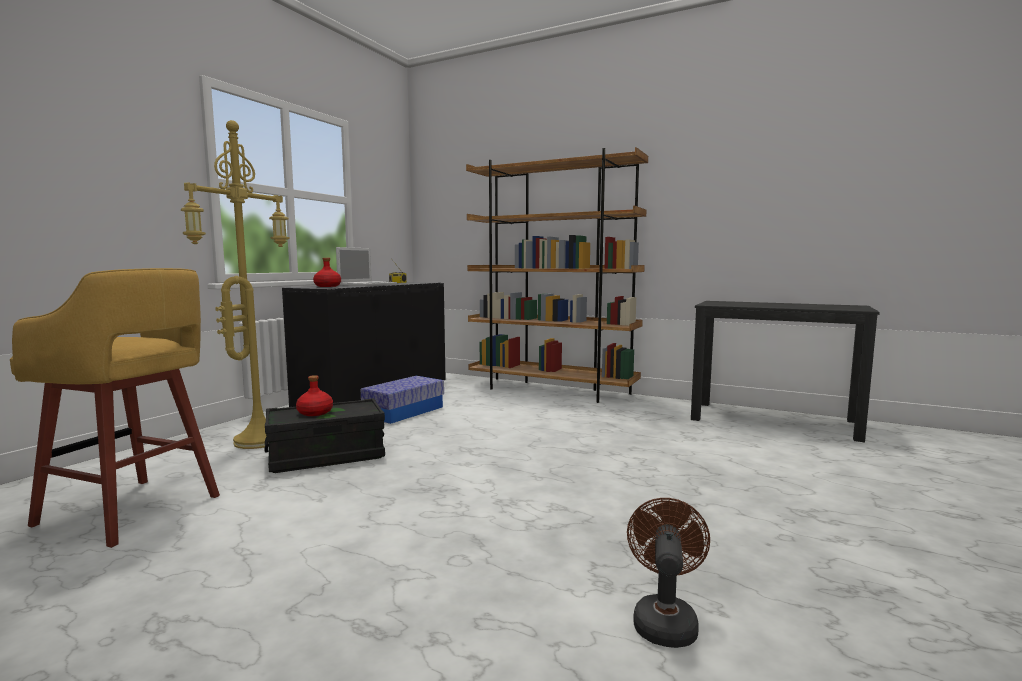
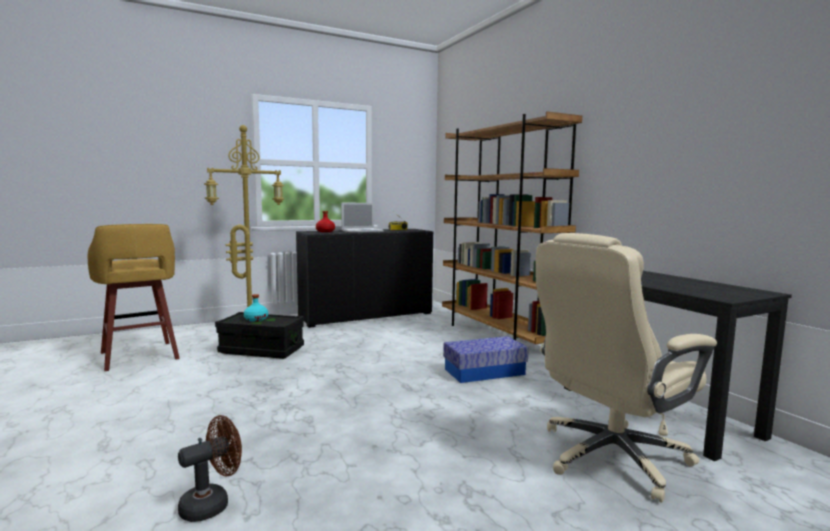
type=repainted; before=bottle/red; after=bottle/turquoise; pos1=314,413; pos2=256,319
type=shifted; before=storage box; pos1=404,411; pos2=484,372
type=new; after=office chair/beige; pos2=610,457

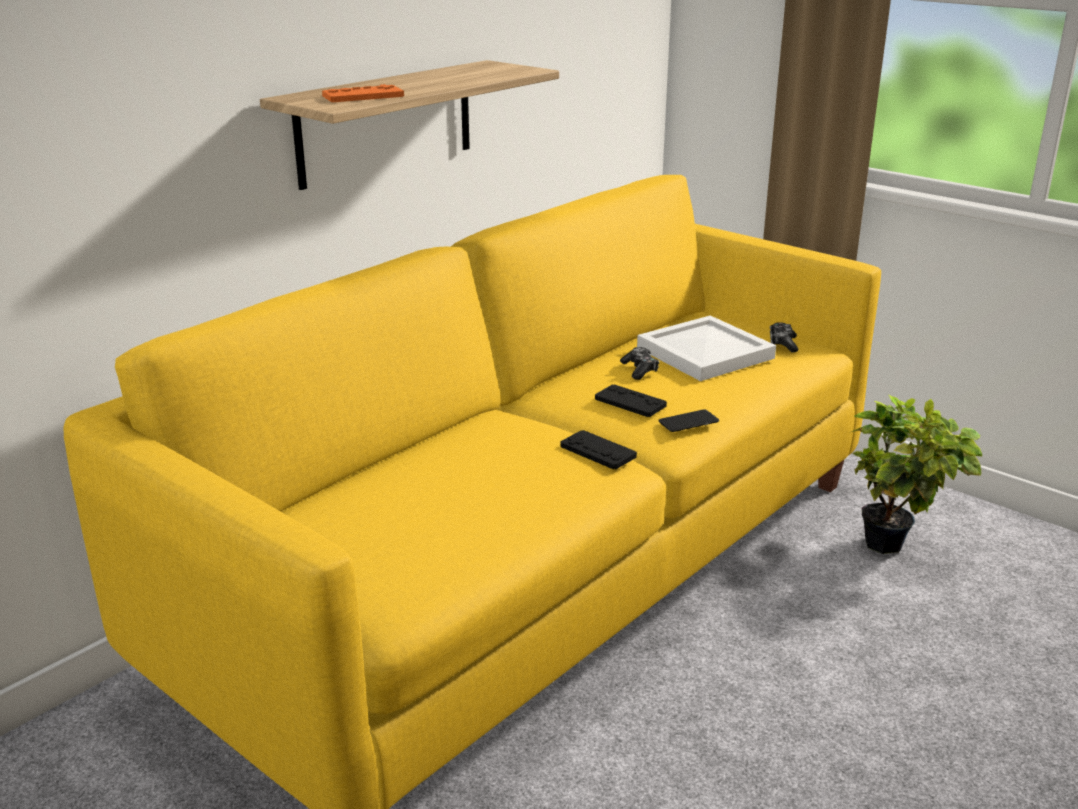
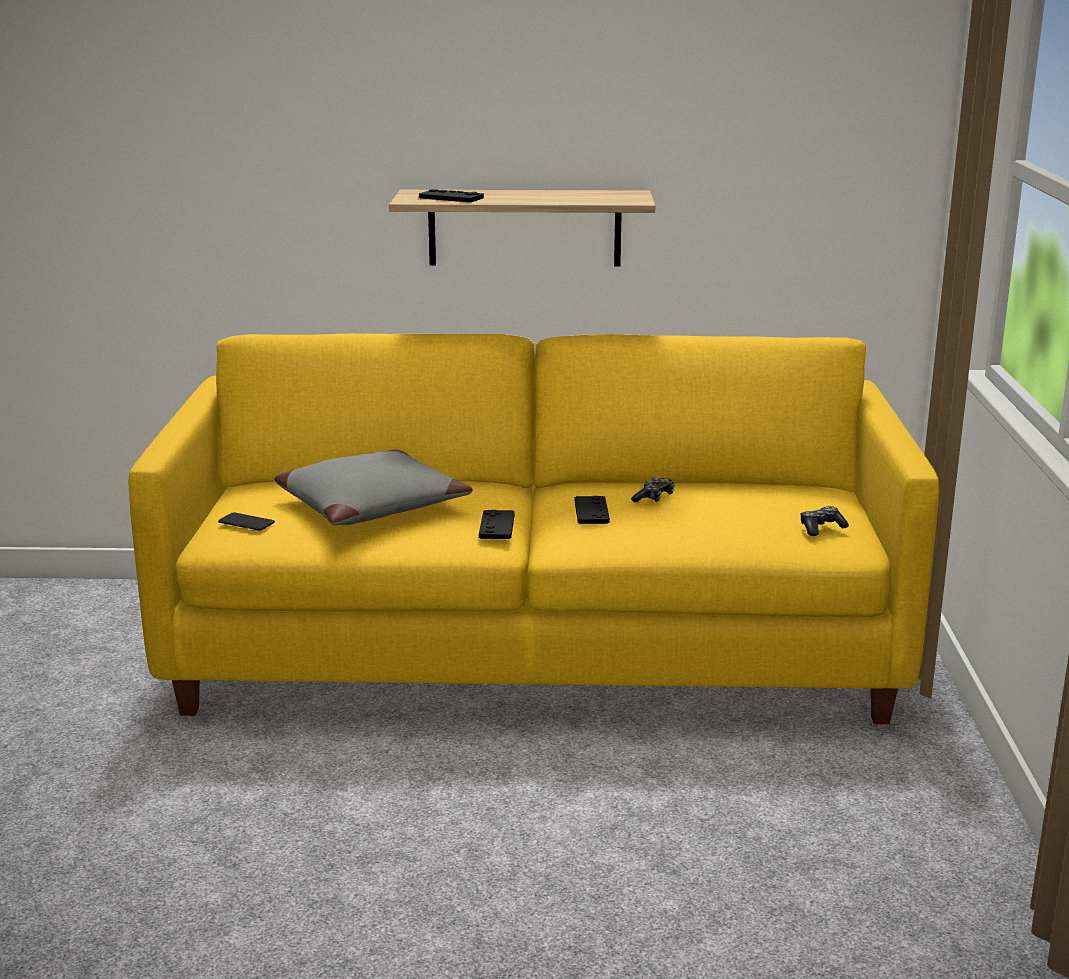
type=shifted; before=phone; pos1=688,422; pos2=246,523
type=new; after=pillow/grey; pos2=371,506
type=repainted; before=game controller/orange; after=game controller/black; pos1=363,96; pos2=451,198
type=gone; before=tray/white; pos1=705,354
type=gone; before=potted plant; pos1=895,547

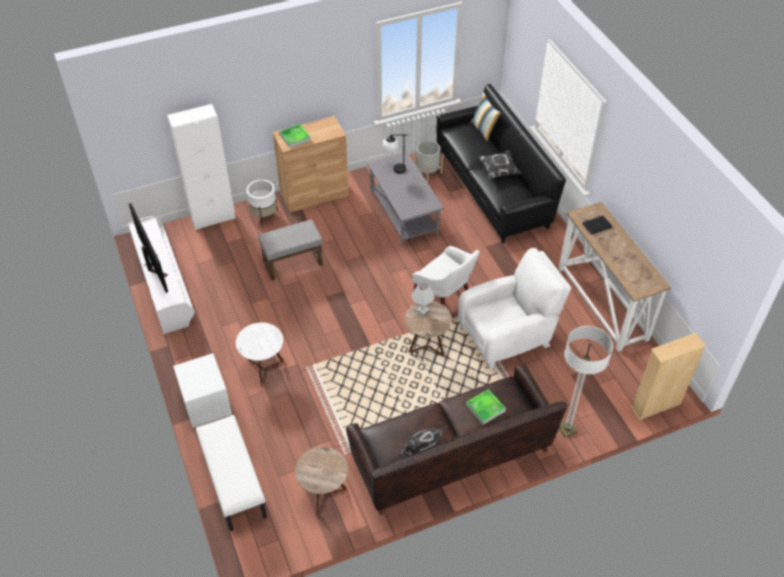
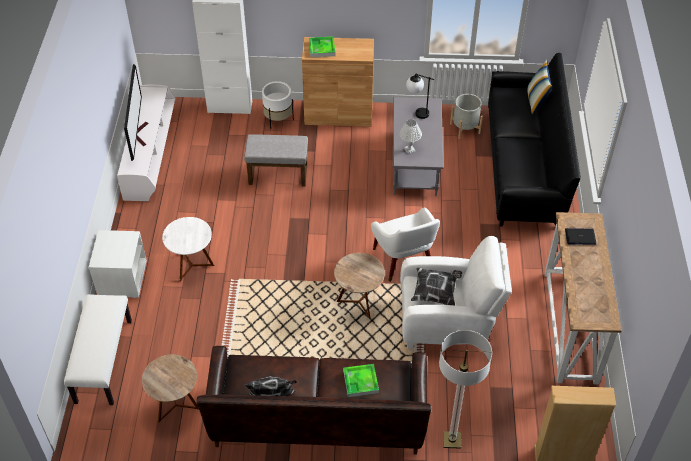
type=shifted; before=table lamp/white; pos1=422,310; pos2=409,149
type=shifted; before=pillow; pos1=499,170; pos2=436,292

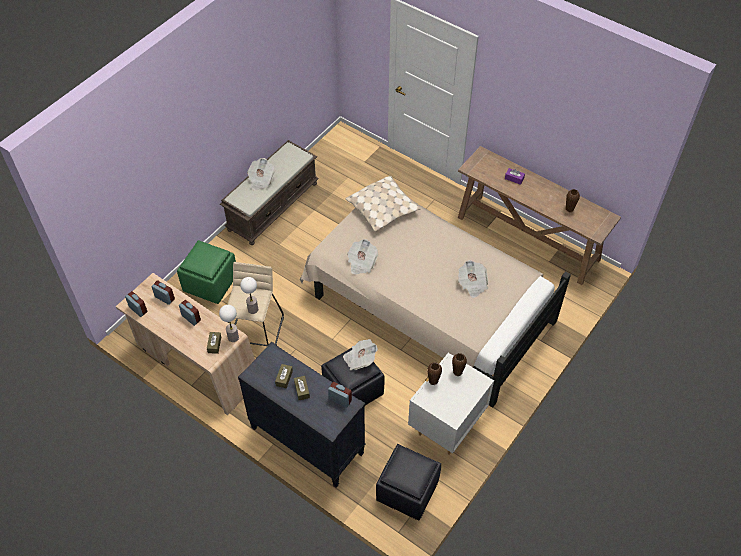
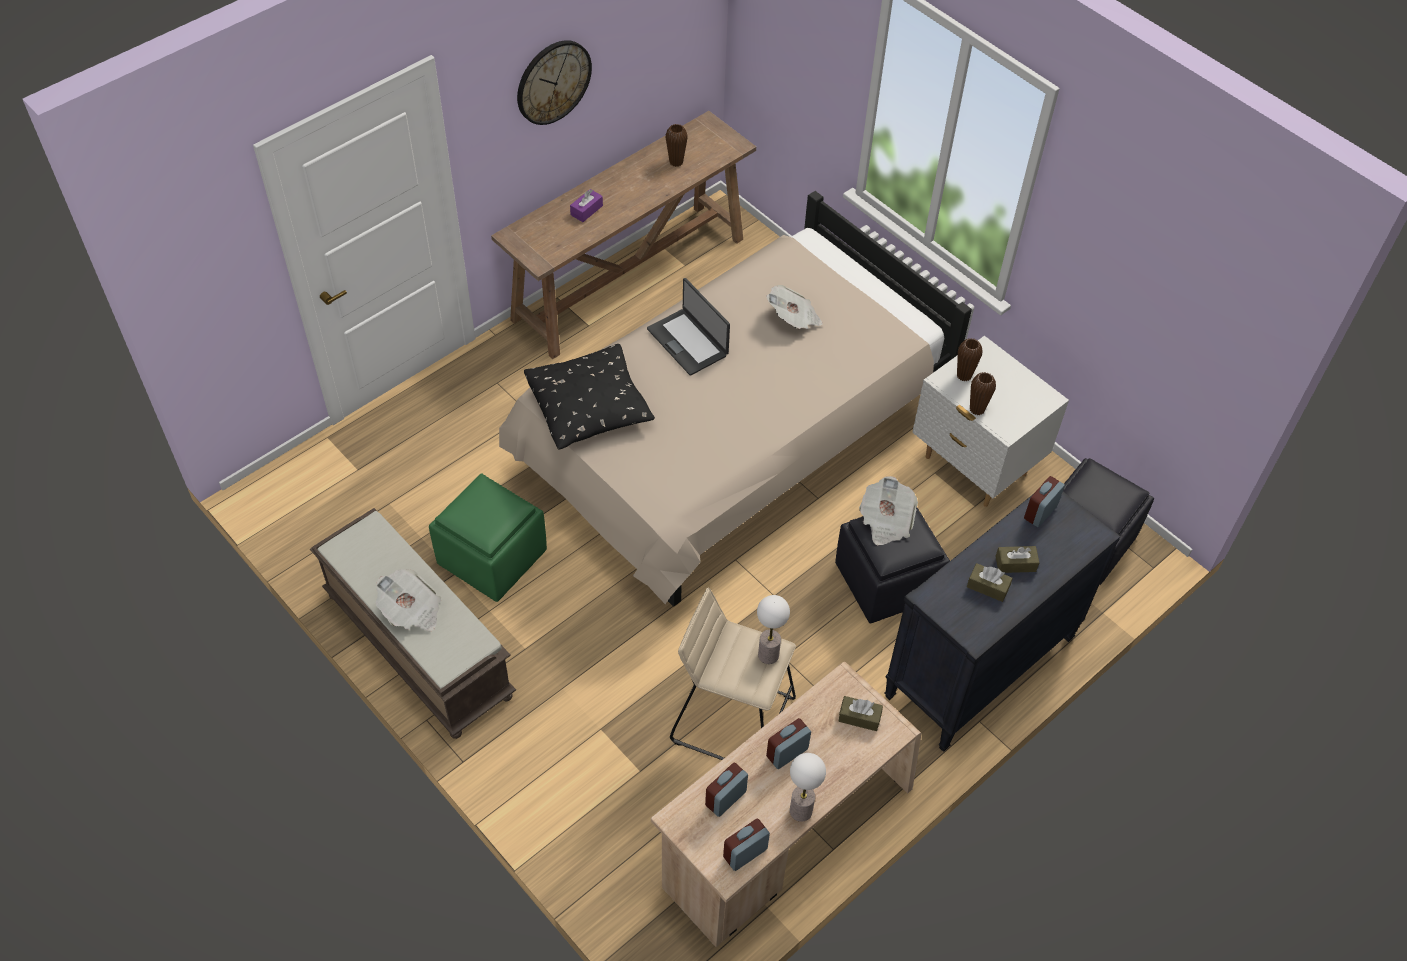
type=shifted; before=ottoman/green; pos1=210,283; pos2=491,558
type=new; after=wall clock; pos2=553,82
type=repainted; before=pillow/beige; after=pillow/black; pos1=383,209; pos2=590,405
type=new; after=laptop; pos2=688,342
type=shifted; before=table lamp; pos1=233,337; pos2=801,811
type=gone; before=newspaper; pos1=361,263

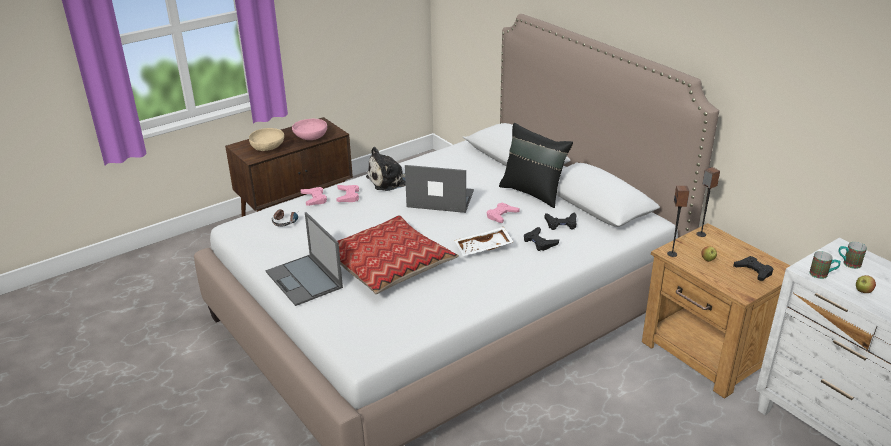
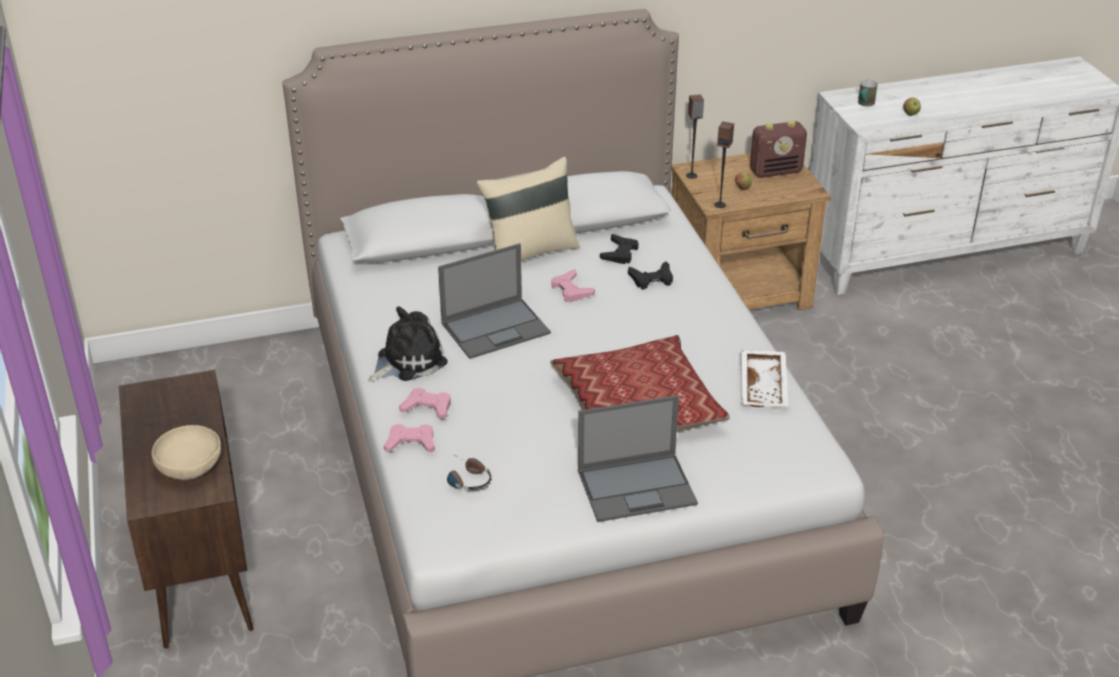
type=rotated; before=plush toy; pos1=389,181; pos2=407,361; turn=-120
type=rotated; before=laptop; pos1=439,199; pos2=496,328; turn=-150
type=repainted; before=pillow/black; after=pillow/beige; pos1=533,192; pos2=530,252
type=shifted; before=tray/white; pos1=484,248; pos2=764,387
type=swapped; before=game controller/black; after=radio; pos1=753,271; pos2=776,171
type=gone; before=bowl/pink; pos1=310,138
type=gone; before=mug; pos1=822,275

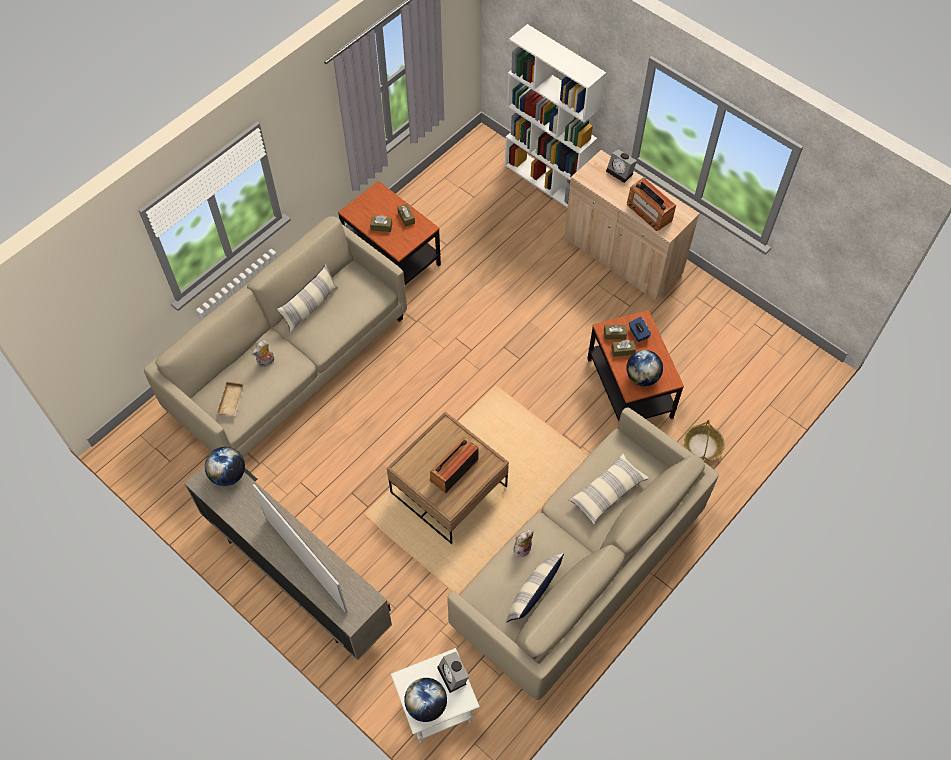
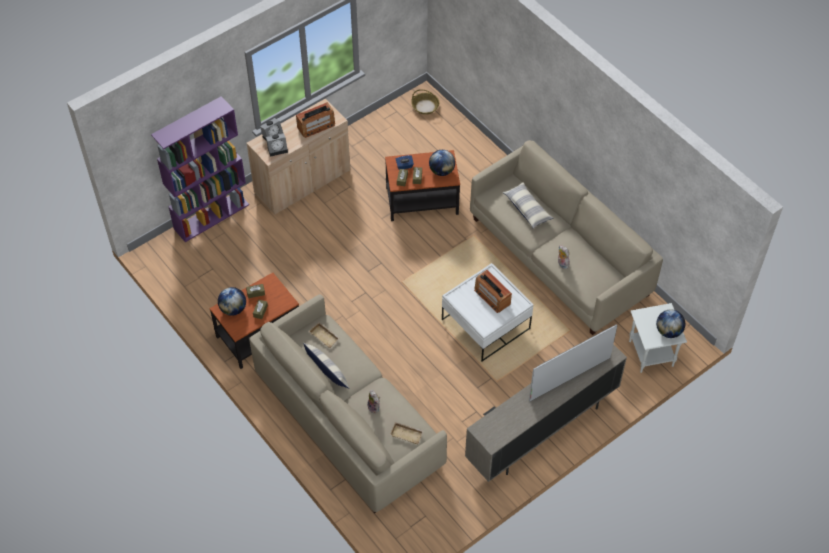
type=repainted; before=bookcase/white; after=bookcase/purple; pos1=547,181; pos2=211,216
type=shifted; before=globe; pos1=228,474; pos2=233,309
type=shifted; before=alarm clock; pos1=453,676; pos2=278,149
type=new; after=tray/beige; pos2=325,336
type=shifted; before=basket; pos1=703,446; pos2=425,106
type=repainted; before=coffee table/brown; after=coffee table/white; pos1=449,490; pos2=486,324
type=gone; before=pillow; pos1=533,593

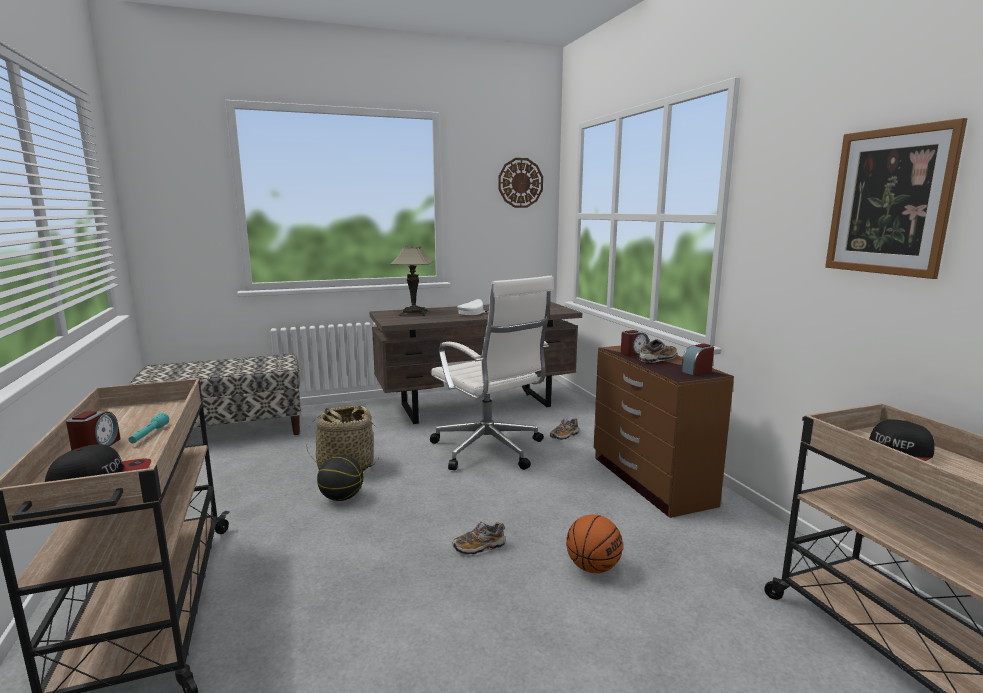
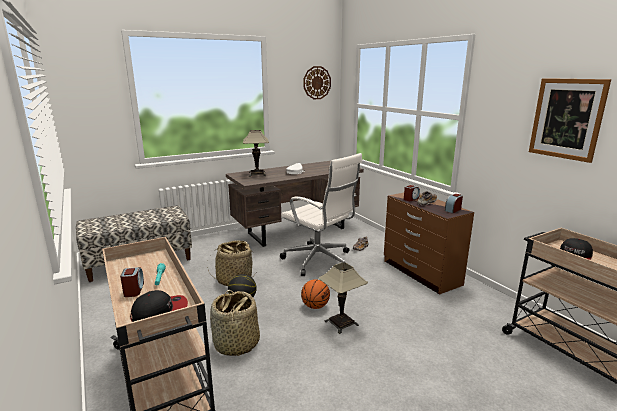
type=new; after=basket; pos2=236,344
type=shifted; before=basketball; pos1=593,567; pos2=315,306
type=swapped; before=shoe; after=table lamp; pos1=479,547; pos2=341,323

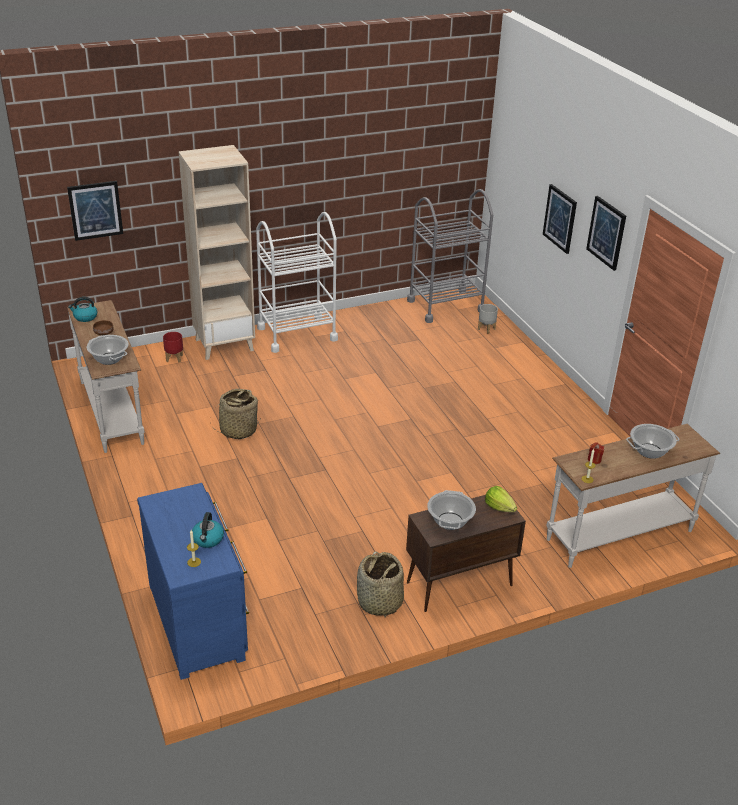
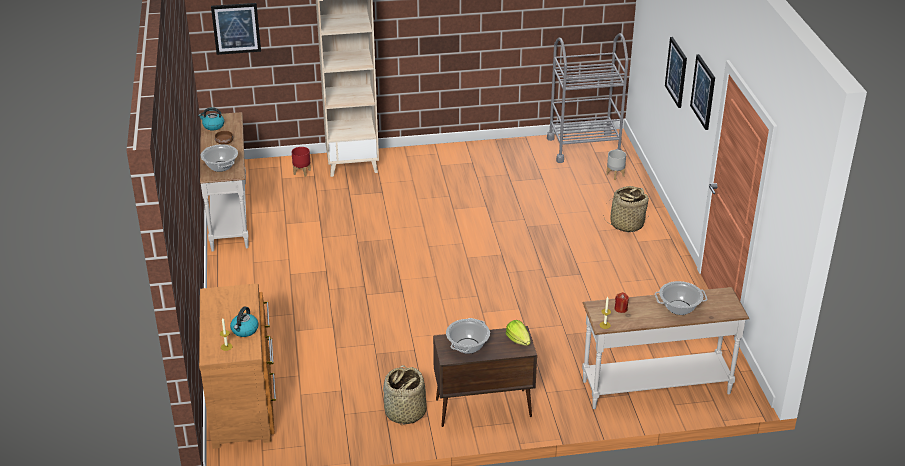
type=repainted; before=dresser/blue; after=dresser/brown; pos1=199,620; pos2=244,403
type=shifted; before=basket; pos1=238,430; pos2=626,224
type=gone; before=cart/white; pos1=297,334

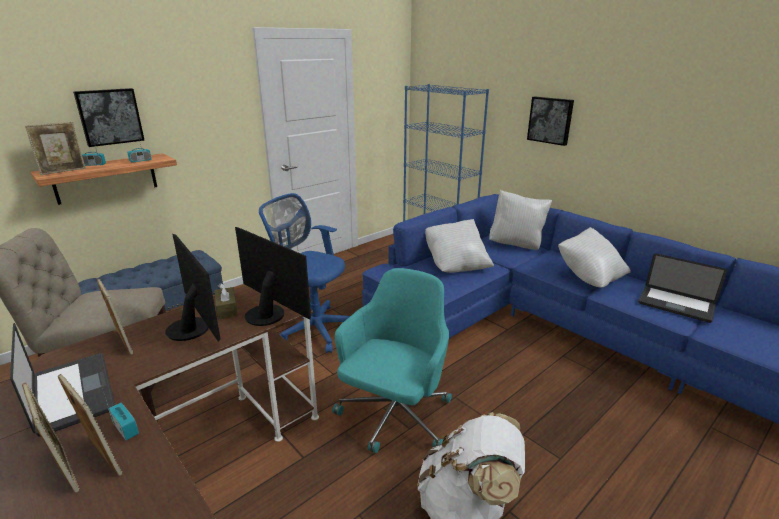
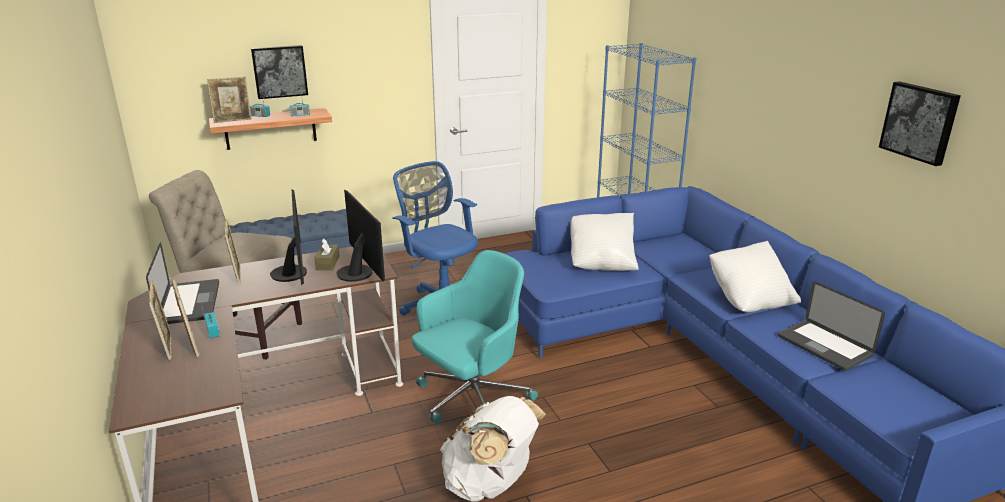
type=shifted; before=picture; pos1=550,120; pos2=920,122
type=gone; before=pillow/white; pos1=516,245

